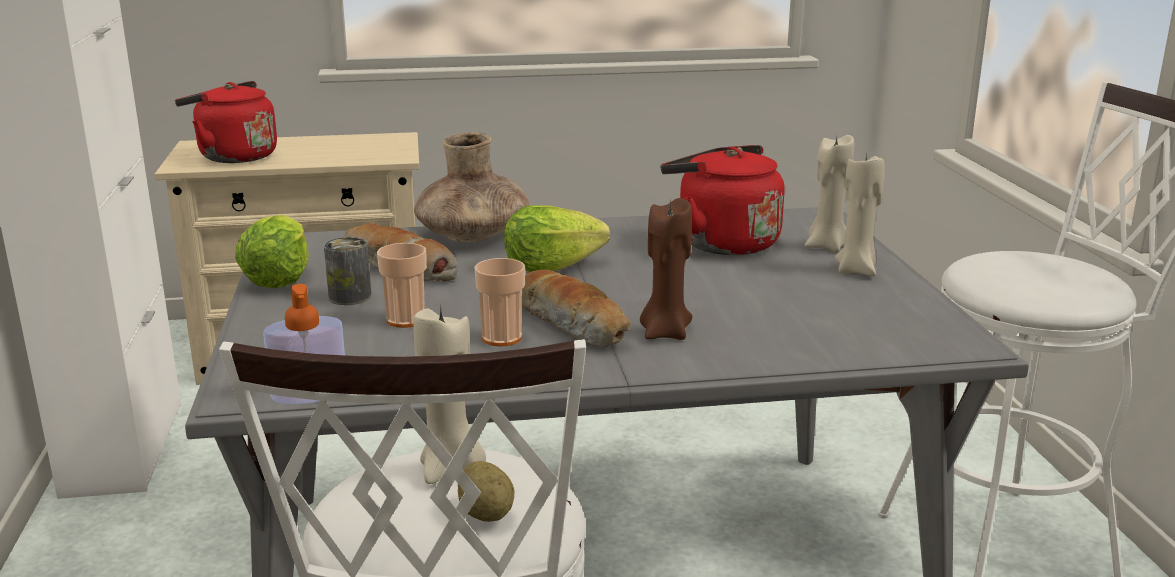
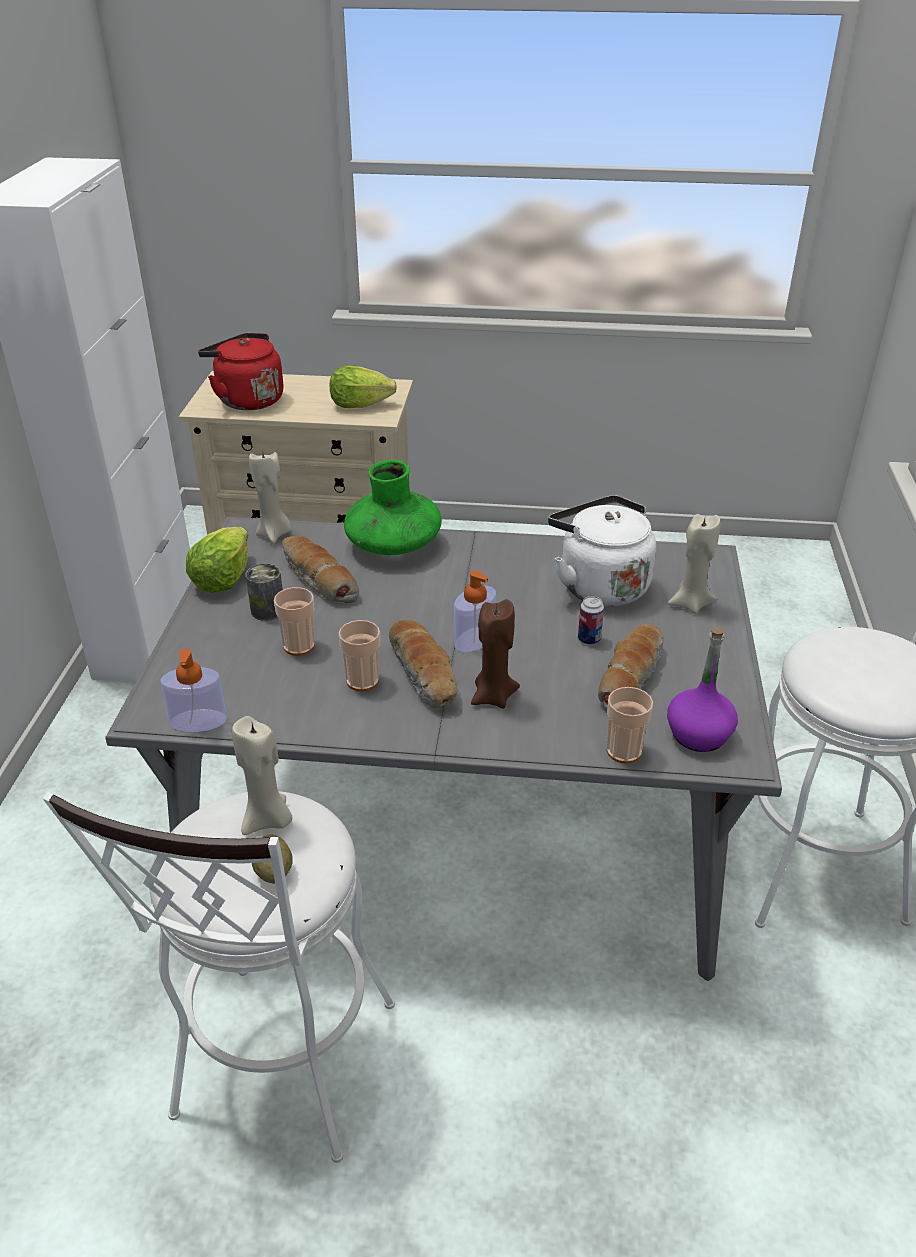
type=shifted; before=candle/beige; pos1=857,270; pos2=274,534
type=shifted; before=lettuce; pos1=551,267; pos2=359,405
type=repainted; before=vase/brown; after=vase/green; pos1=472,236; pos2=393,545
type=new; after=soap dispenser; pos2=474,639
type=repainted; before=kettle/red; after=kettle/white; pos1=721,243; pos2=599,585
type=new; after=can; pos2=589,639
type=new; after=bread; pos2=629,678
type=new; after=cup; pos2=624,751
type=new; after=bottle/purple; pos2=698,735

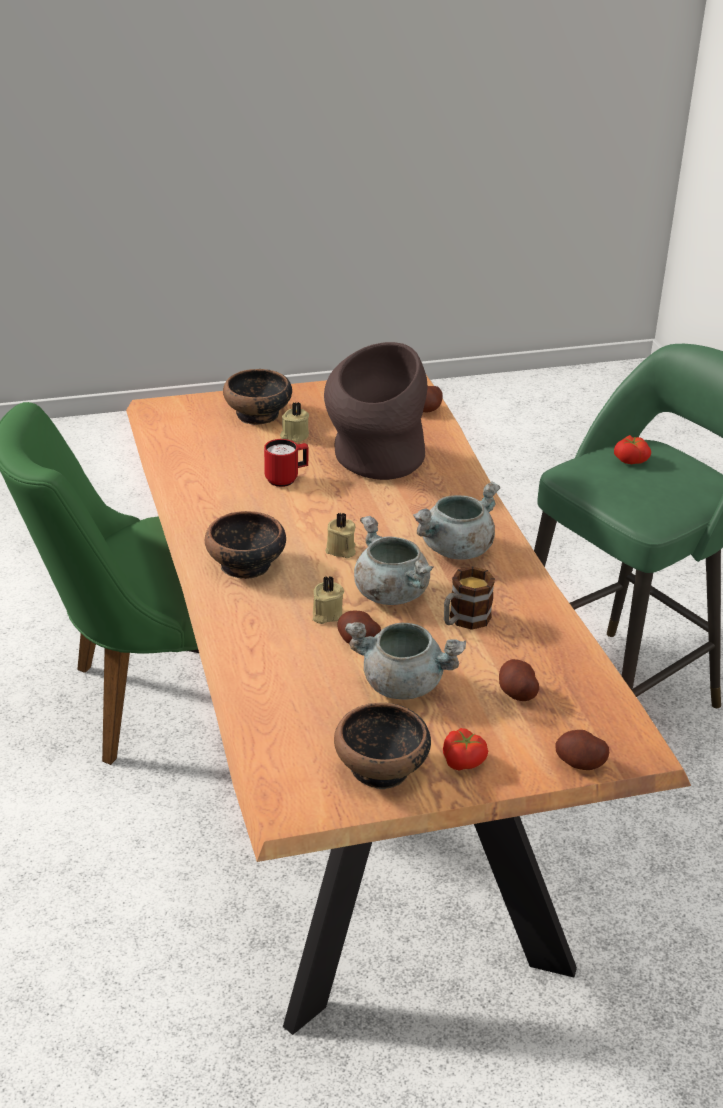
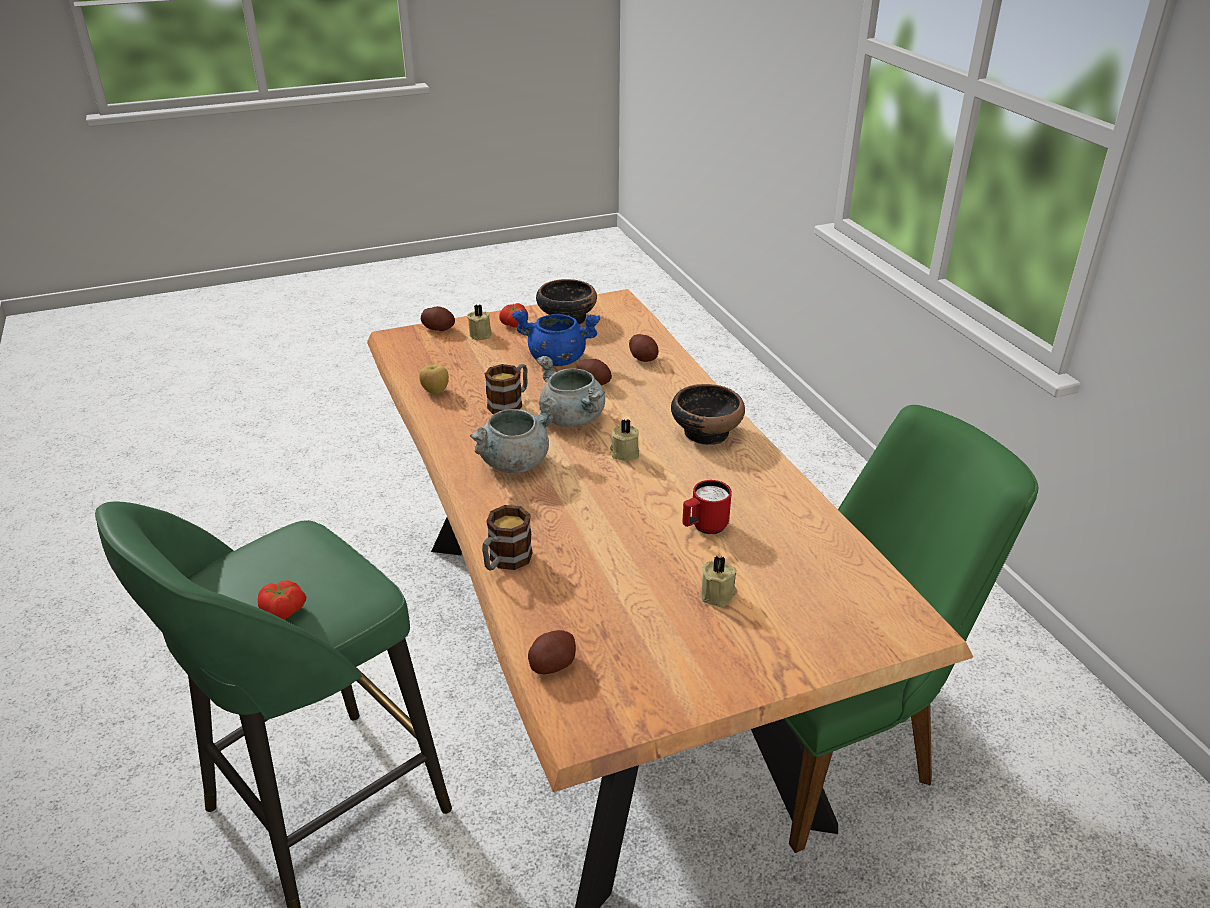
type=new; after=apple; pos2=435,391
type=shifted; before=candle/beige; pos1=326,614; pos2=481,334
type=new; after=mug; pos2=505,561
type=repainted; before=cooking pot/grey; after=cooking pot/blue; pos1=403,684; pos2=556,359
type=shifted; before=potato; pos1=517,693; pos2=643,358
type=gone; before=bowl; pos1=258,415
type=gone; before=vase/brown; pos1=374,462

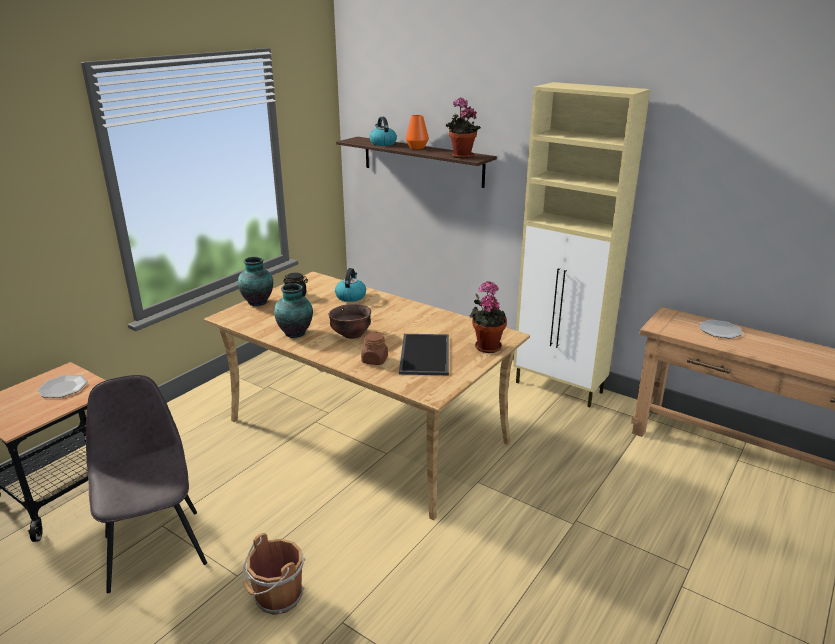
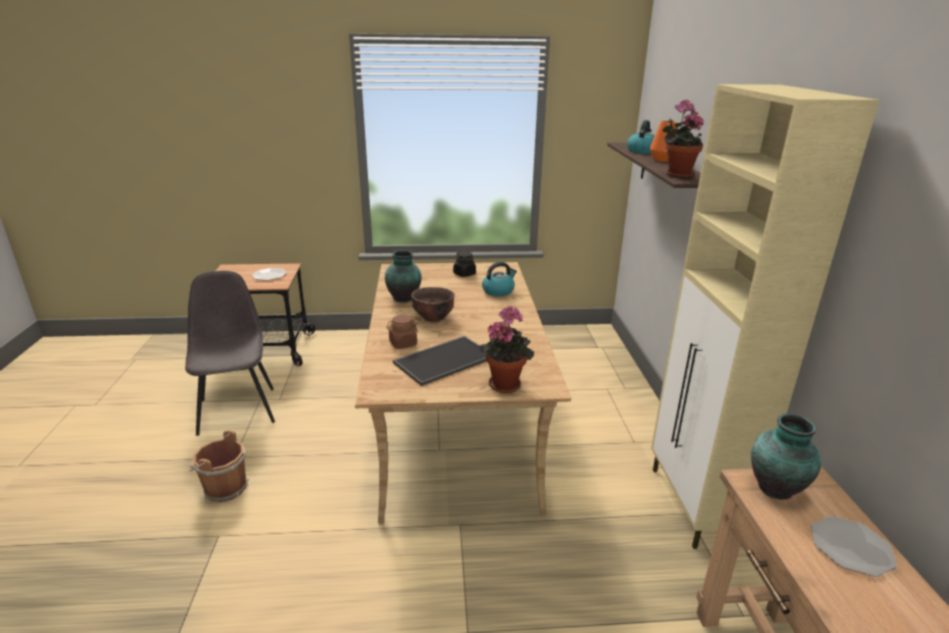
type=rotated; before=chair/grey; pos1=155,547; pos2=237,409; turn=-45
type=shifted; before=vase; pos1=258,302; pos2=777,488

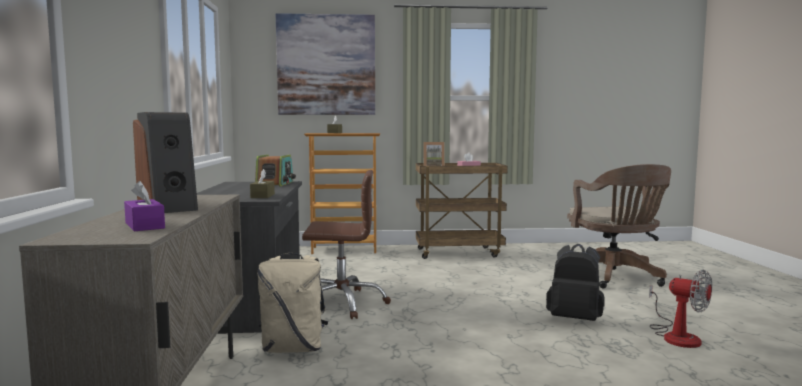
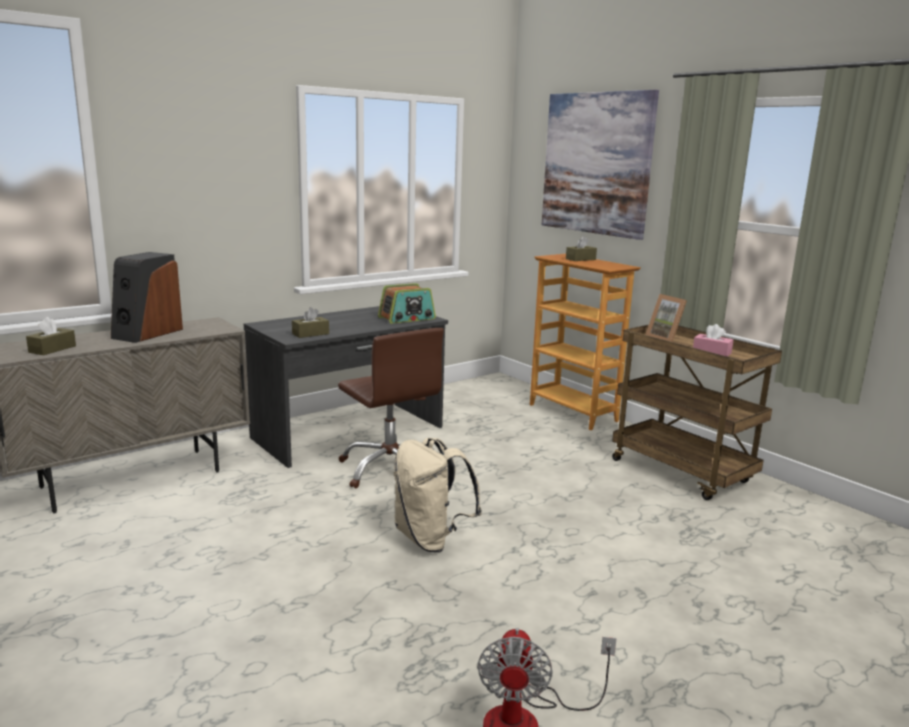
type=repainted; before=tissue box/purple; after=tissue box/brown; pos1=144,226; pos2=52,349
type=shifted; before=backpack/beige; pos1=293,348; pos2=431,539
type=gone; before=backpack/black; pos1=575,319
type=gone; before=office chair/brown; pos1=615,277

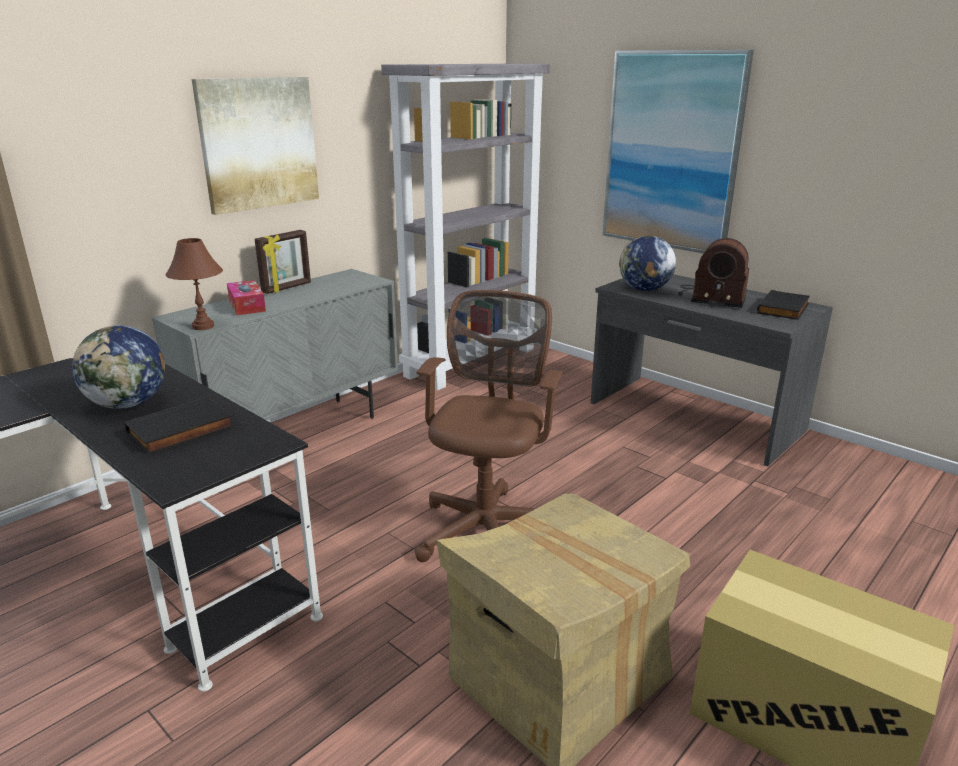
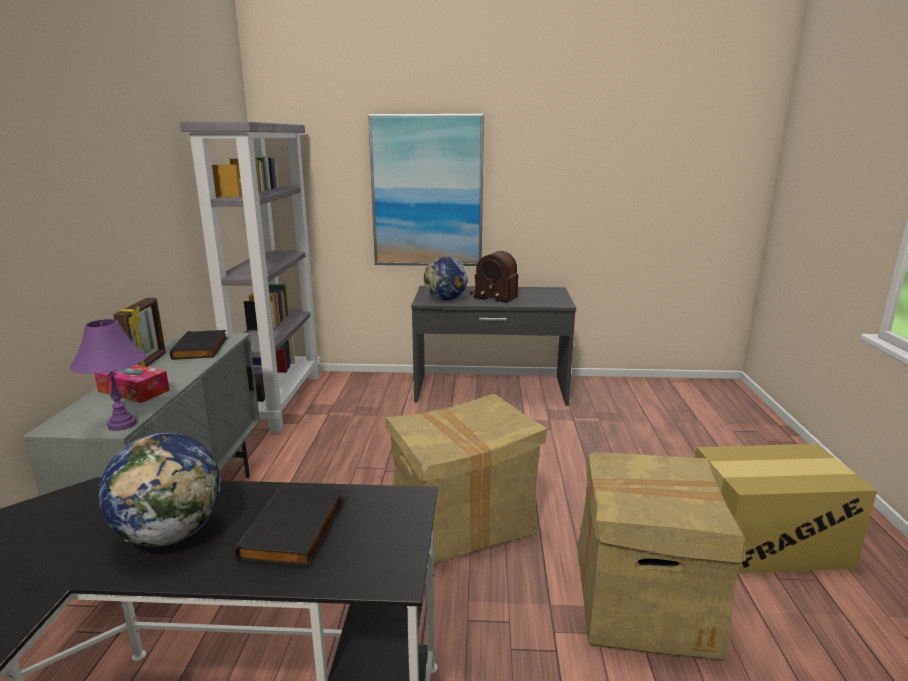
type=repainted; before=table lamp/brown; after=table lamp/purple; pos1=203,326; pos2=121,424
type=shifted; before=book/black; pos1=784,309; pos2=202,348
type=swapped; before=office chair/brown; after=cardboard box; pos1=486,526; pos2=461,521
type=rotated; before=radio; pos1=710,297; pos2=493,295; turn=45
type=gone; before=picture; pos1=258,143

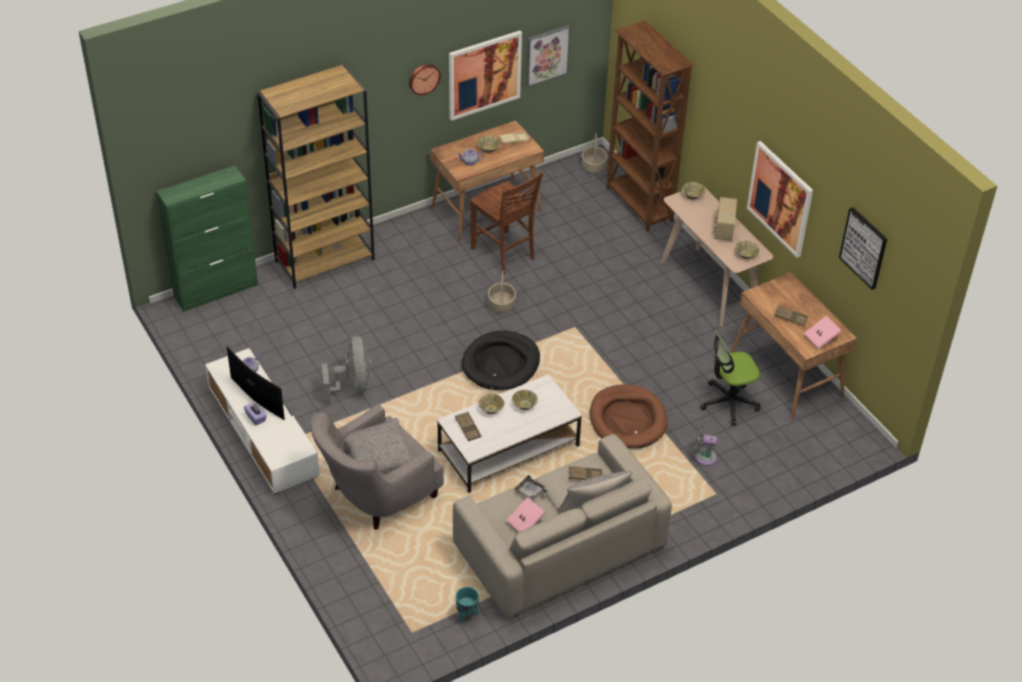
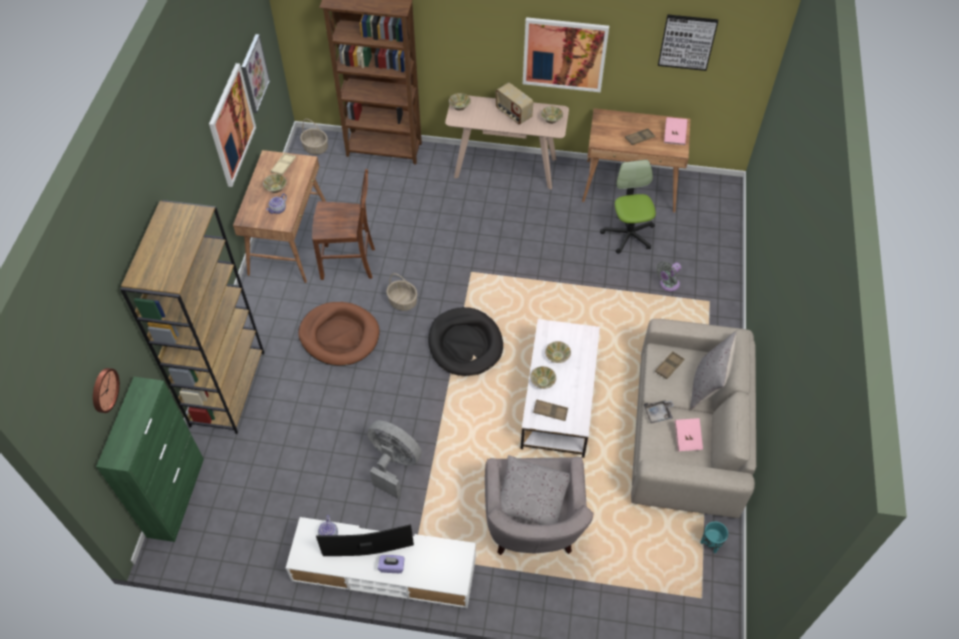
type=shifted; before=wall clock; pos1=423,78; pos2=103,390
type=shifted; before=dog bed/brown; pos1=627,419; pos2=339,336
type=rotated; before=office chair; pos1=729,402; pos2=628,234; turn=150

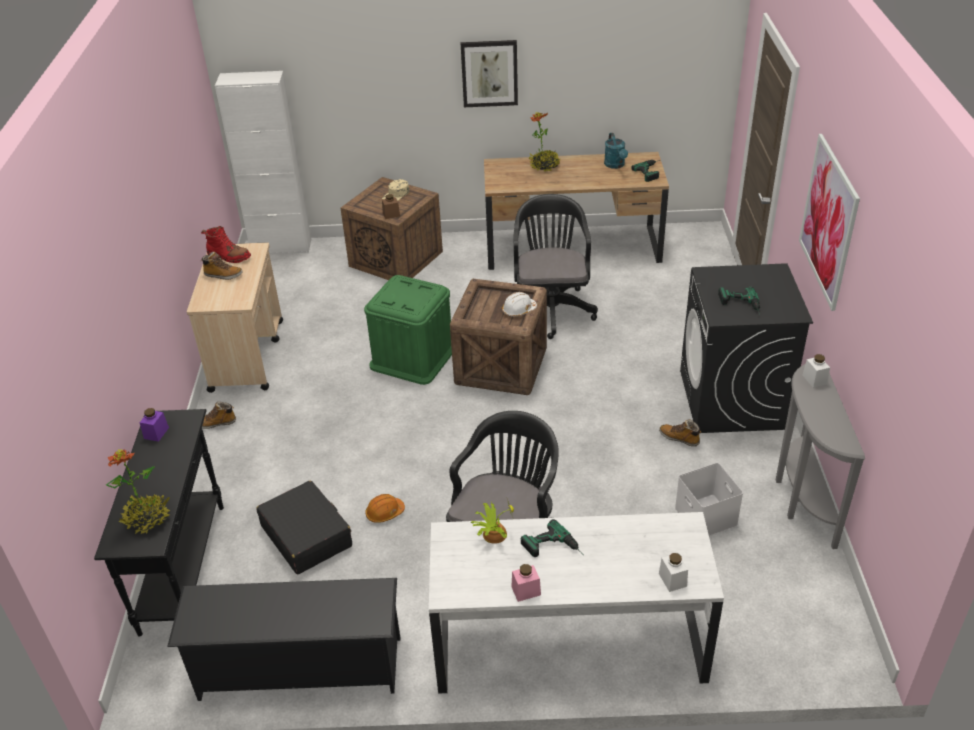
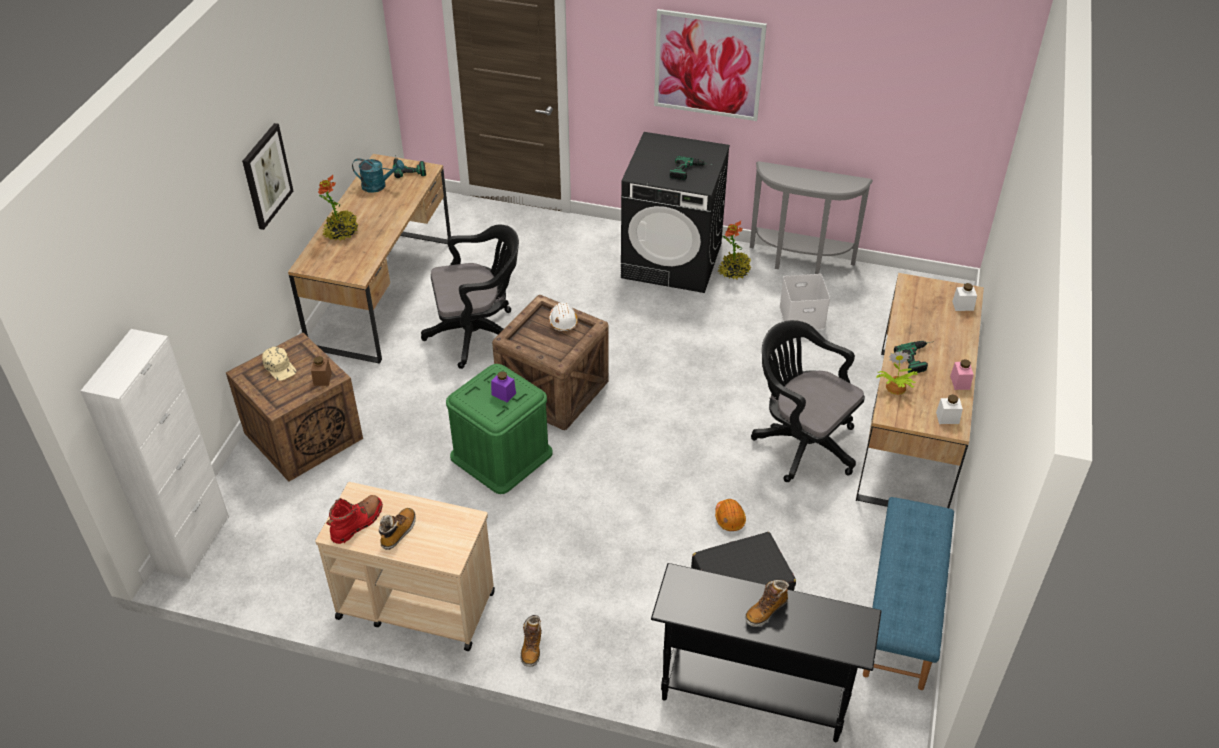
type=rotated; before=office chair/black; pos1=551,308; pos2=478,334; turn=150
type=shifted; before=jar/purple; pos1=156,433; pos2=503,394
type=shifted; before=potted plant; pos1=147,519; pos2=734,271
type=shifted; before=boot; pos1=679,438; pos2=766,610
type=repainted; before=desk/white; after=desk/brown; pos1=569,643; pos2=911,429
type=swapped; before=shoe rack/black; after=bench/blue; pos1=299,668; pos2=903,610
type=shifted; before=jar/white; pos1=814,379; pos2=947,418

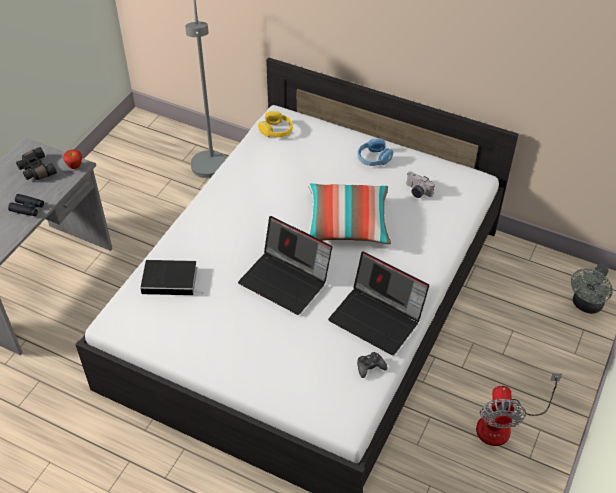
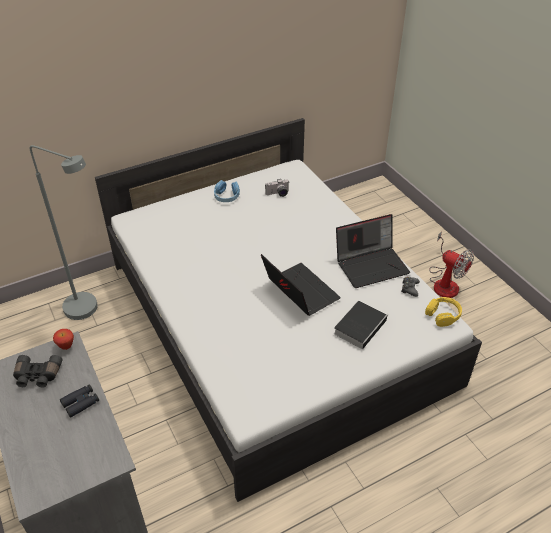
type=rotated; before=laptop; pos1=286,280; pos2=299,291; turn=-105
type=shifted; before=book; pos1=171,280; pos2=360,326
type=shifted; before=headphones/yellow; pos1=276,130; pos2=443,315
type=gone; before=pillow; pos1=347,223
type=gone; before=fan/grey; pos1=586,305

